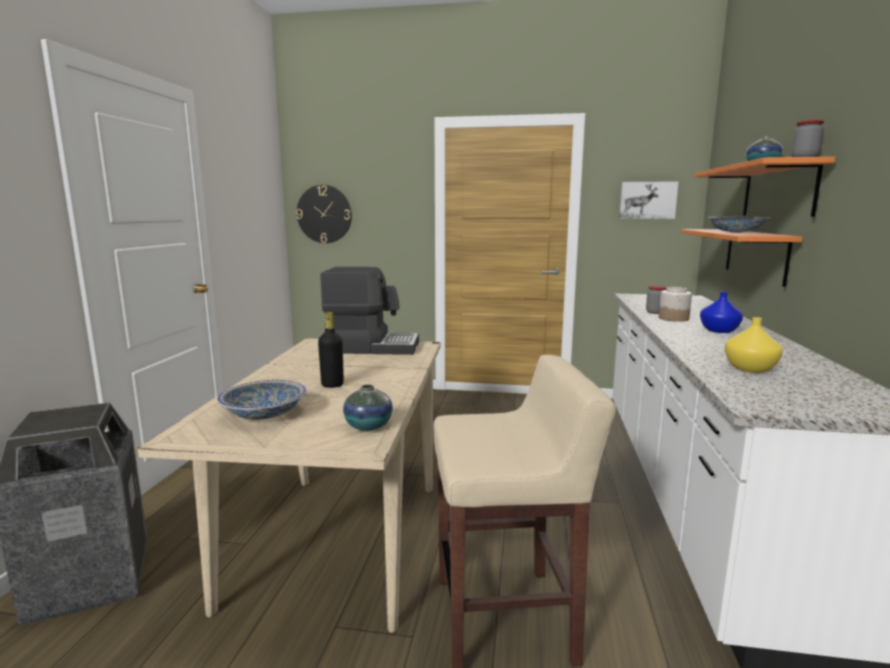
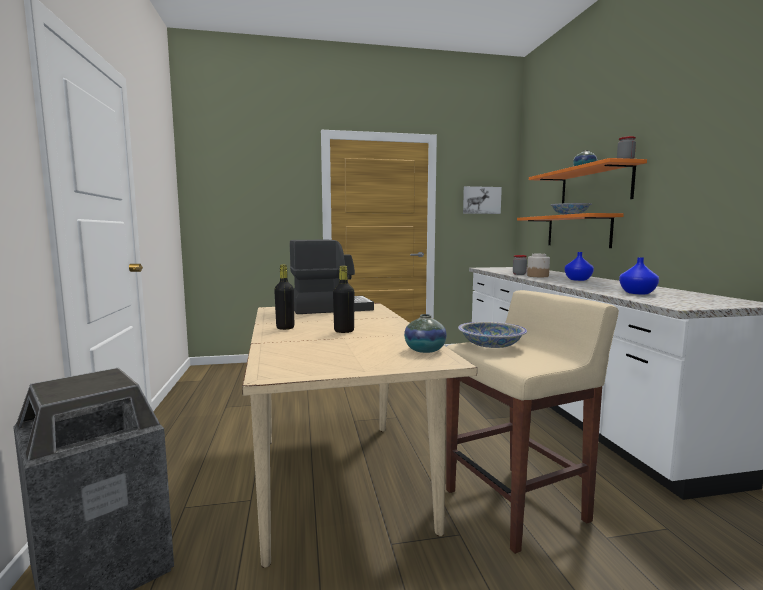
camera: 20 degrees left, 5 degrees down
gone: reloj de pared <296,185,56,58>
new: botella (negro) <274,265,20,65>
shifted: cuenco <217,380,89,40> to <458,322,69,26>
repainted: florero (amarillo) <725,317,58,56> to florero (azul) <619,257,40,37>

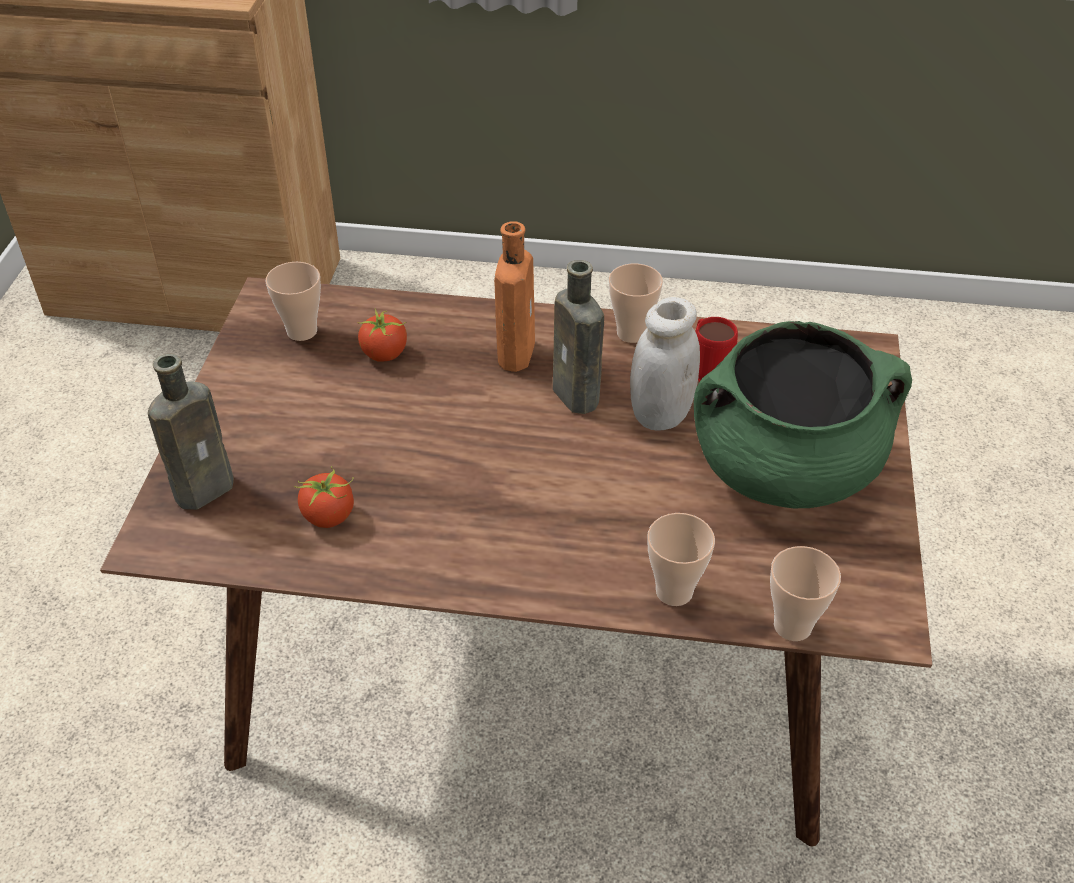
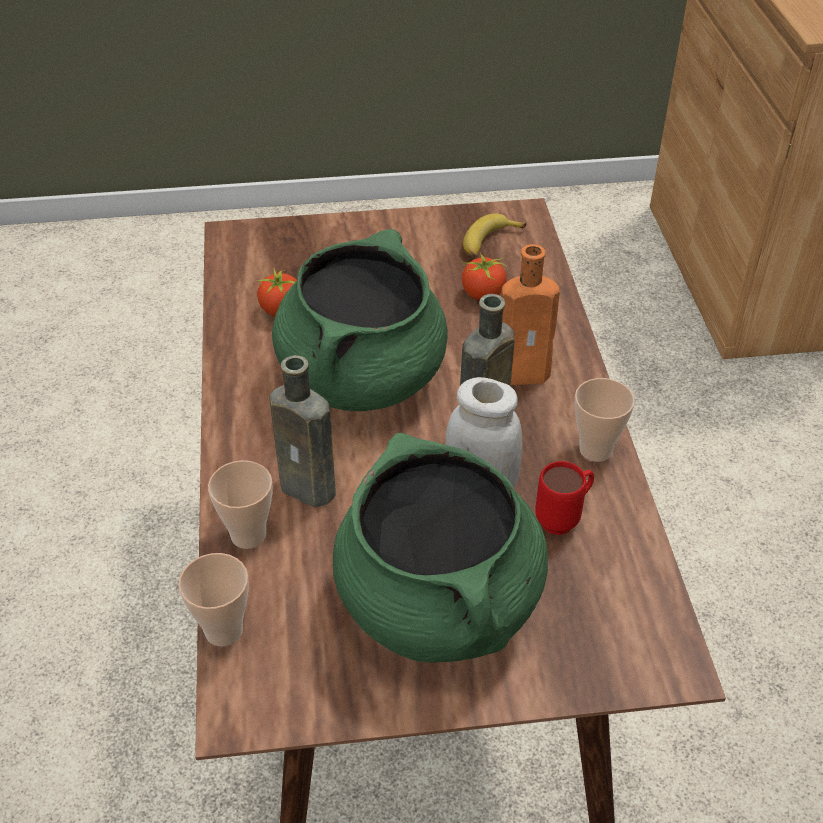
camera: 75 degrees right, 0 degrees up
new: olla (verde) <272,229,176,182>
shifted: botella (marrón) <148,353,86,157> to <269,355,67,152>
swapped: taza <266,262,55,79> to plátano <463,214,63,44>

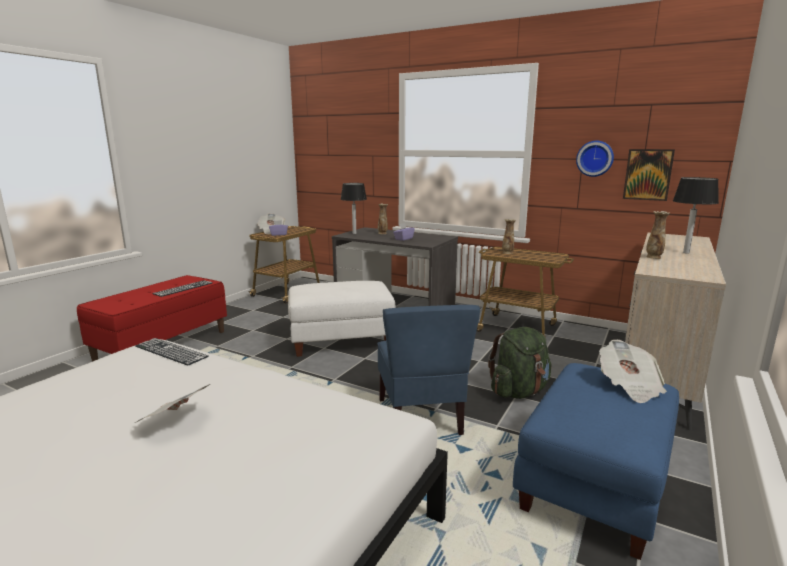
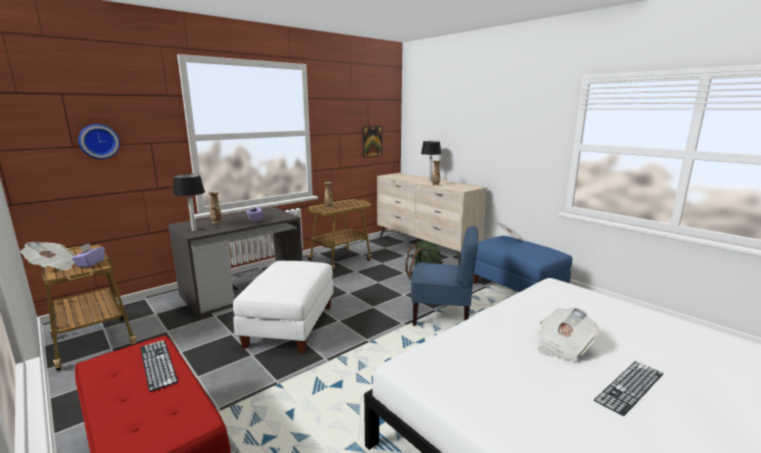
camera: 70 degrees left, 0 degrees up
shifted: teclado <135,338,74,28> to <594,361,69,55>; reloj de pared <576,141,38,36> to <78,124,42,35>

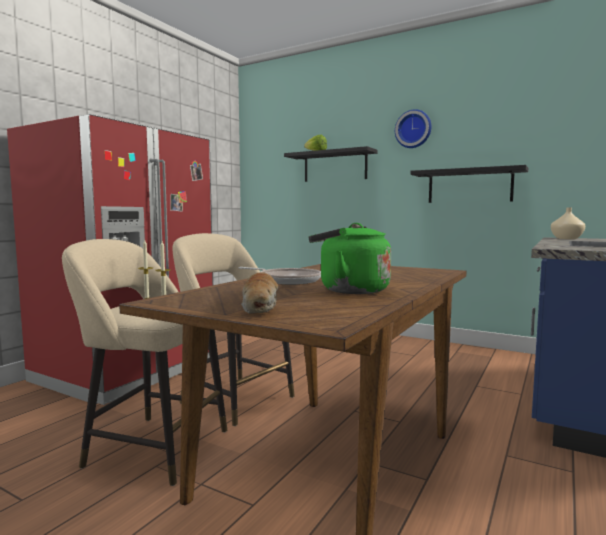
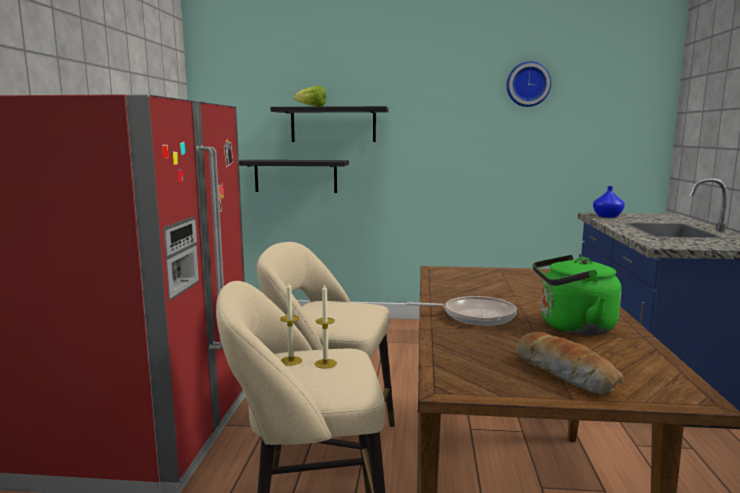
camera: 25 degrees left, 5 degrees up
shifted: reloj de pared <395,109,36,39> to <507,61,44,46>; estante (negro) <410,165,118,38> to <239,160,110,33>
repainted: florero (beis) <551,207,34,32> to florero (azul) <593,186,32,32>

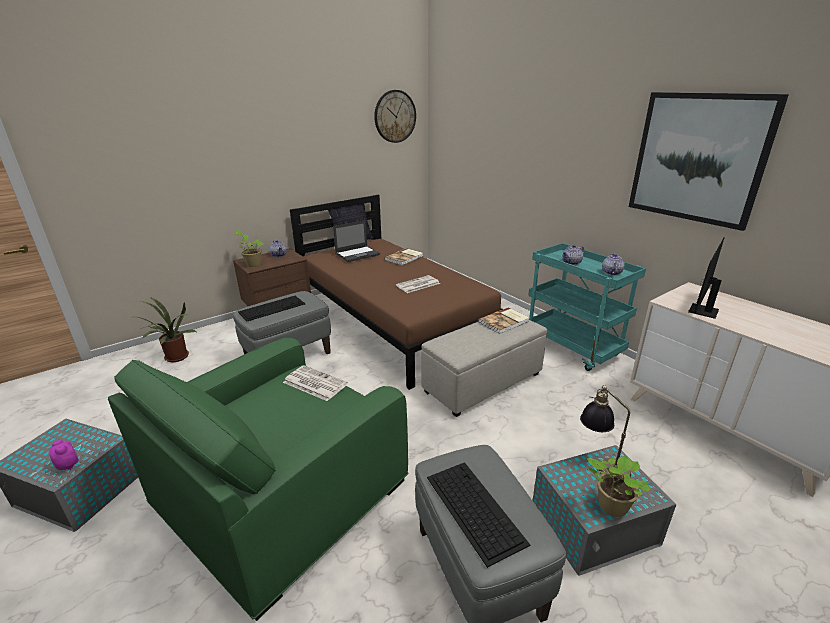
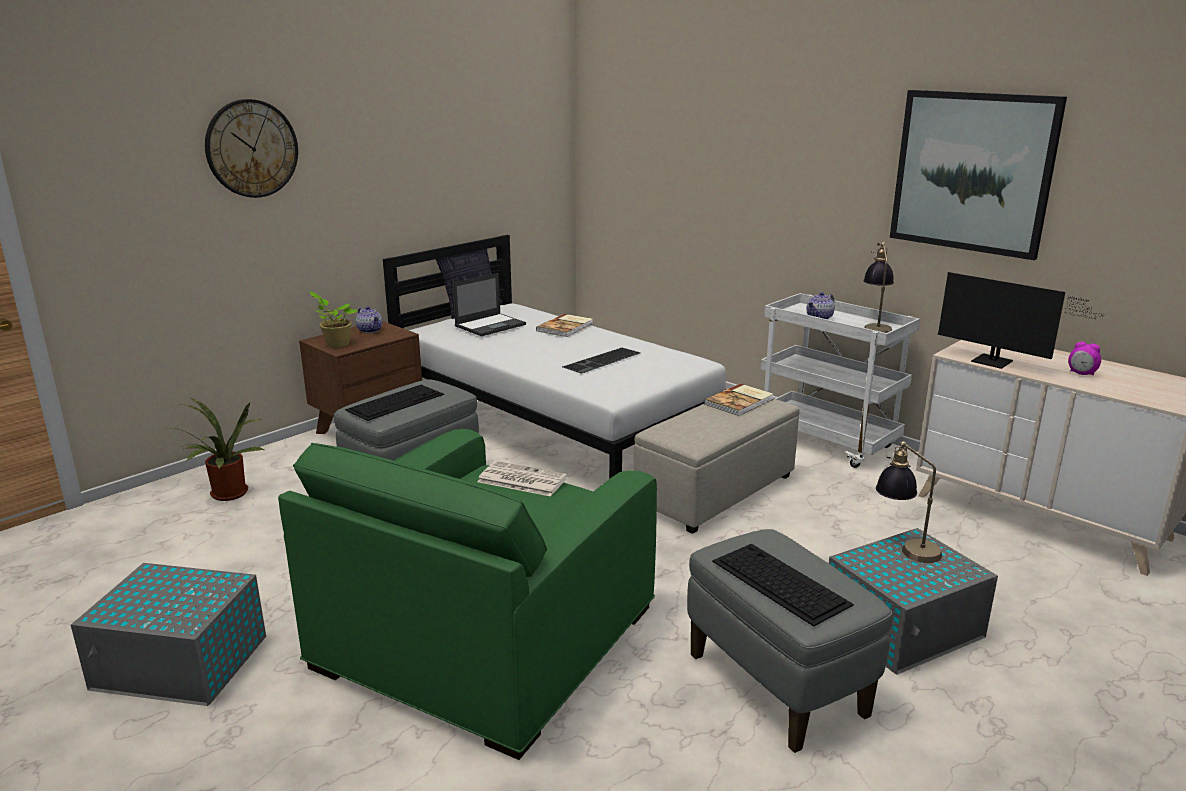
camera: 10 degrees left, 5 degrees down
gone: planta en maceta <587,455,64,62>
shifted: despertador <48,440,31,30> to <1068,342,33,34>; reloj de pared <374,90,42,53> to <205,99,93,99>
swapped: periódico <396,275,44,18> to teclado <562,348,79,26>; tetera <602,253,23,22> to lámpara de mesa <863,242,31,91>
repainted: cama (marrón) <290,195,213,195> to cama (blanco) <383,235,344,244>; carrito (turquesa) <528,243,118,128> to carrito (blanco) <760,293,160,175>
rotated: monitor <688,237,37,82> = <938,272,167,97> 75 degrees counterclockwise

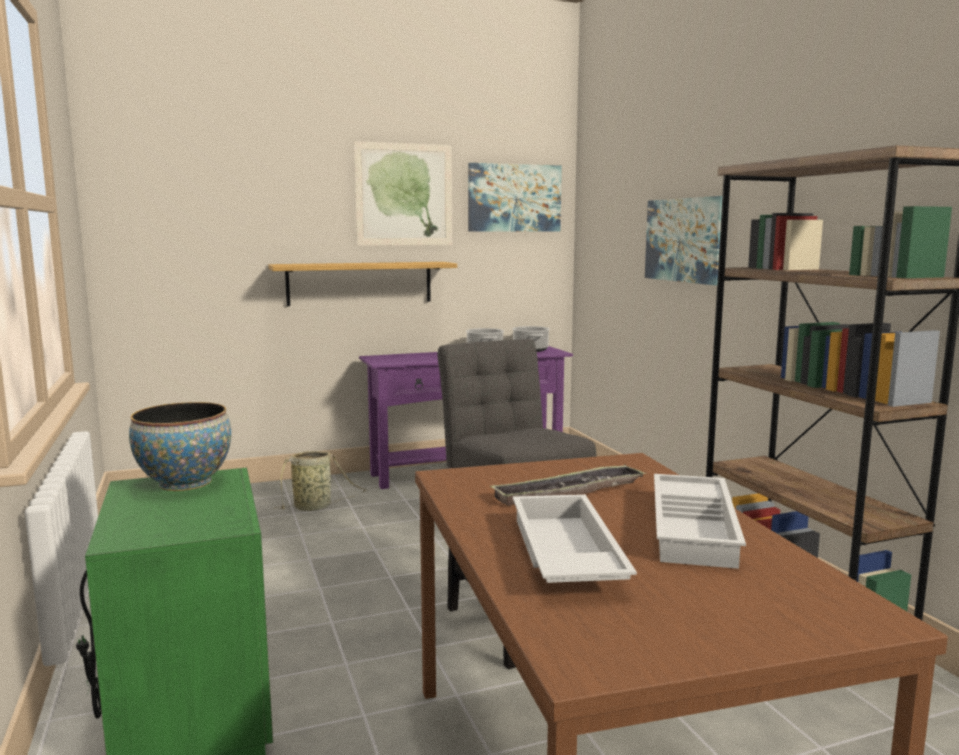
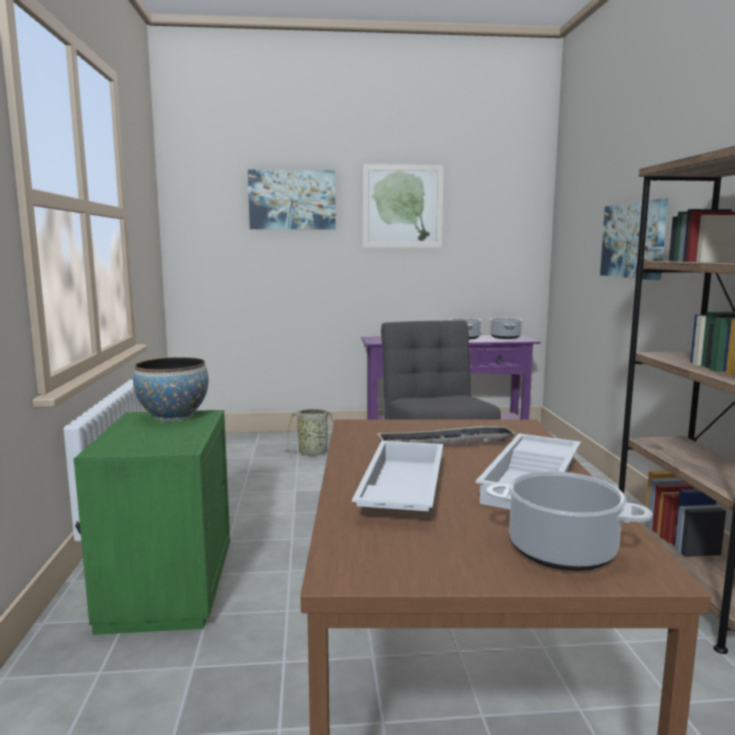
camera: 15 degrees right, 0 degrees up
gone: estante <268,262,189,44>
new: olla <486,471,167,100>
shifted: cuadro <468,163,94,69> to <248,170,88,59>

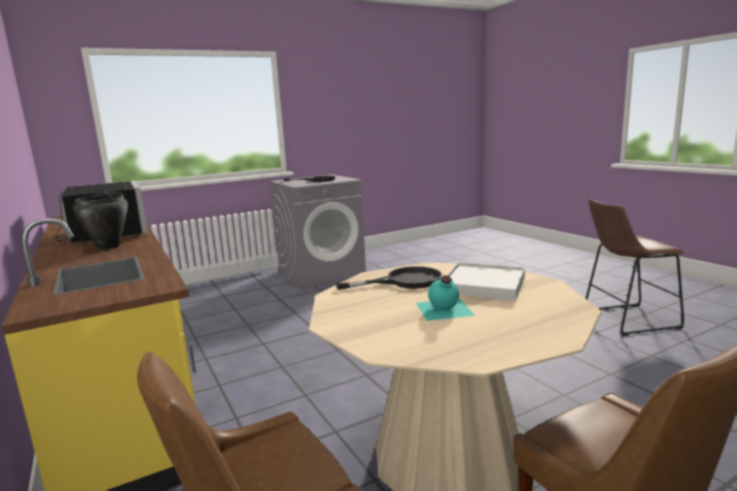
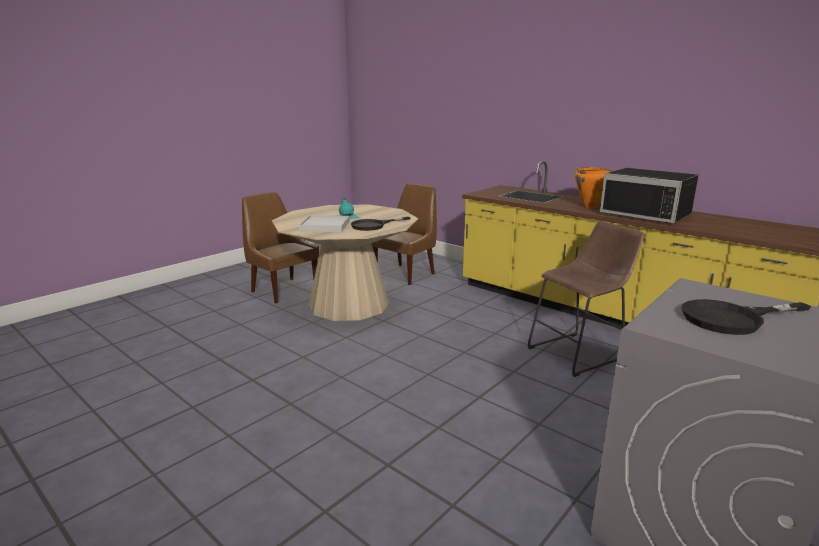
camera: 160 degrees right, 5 degrees up
shifted: taburete (marrón) <585,198,99,138> to <528,221,116,156>
repainted: olla (negro) <73,192,55,58> to olla (naranja) <575,167,37,41>

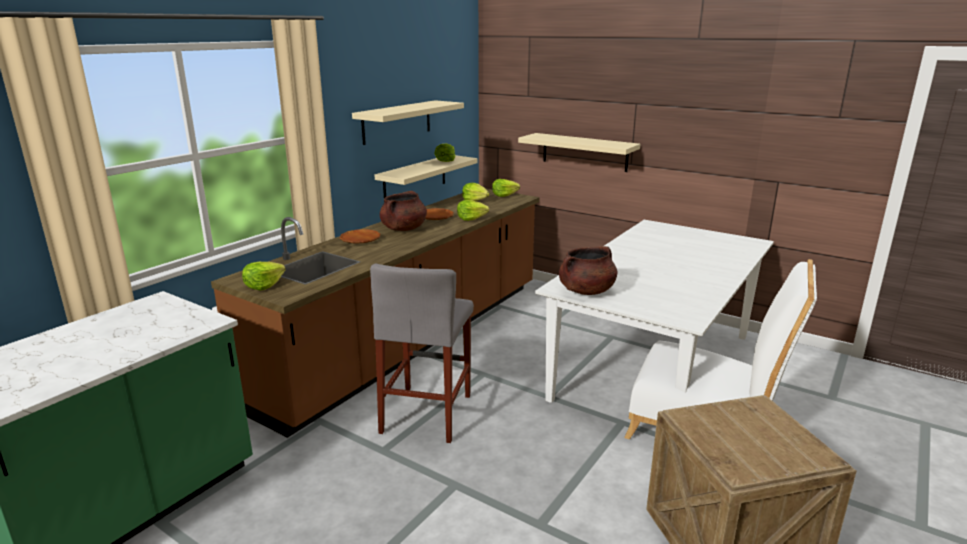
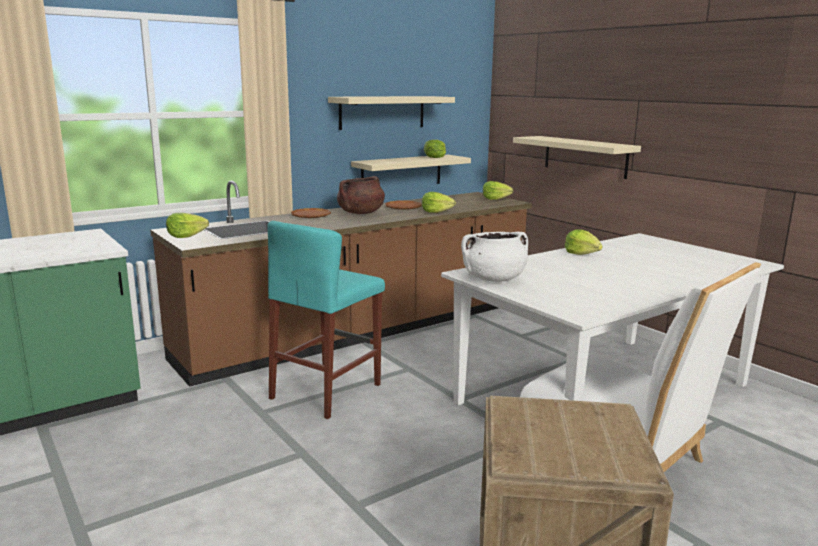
camera: 20 degrees right, 5 degrees down
shifted: lechuga <462,183,27,18> to <565,230,38,25>
repainted: taburete (gris) <370,264,104,179> to taburete (turquesa) <267,221,118,198>; olla (marrón) <559,246,58,49> to olla (blanco) <461,232,67,50>

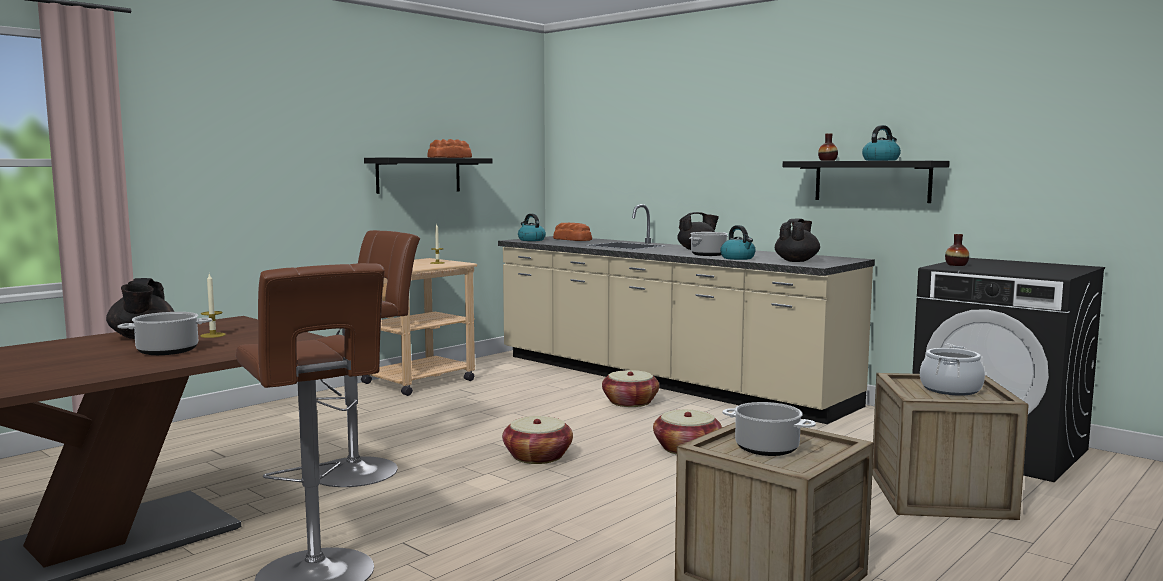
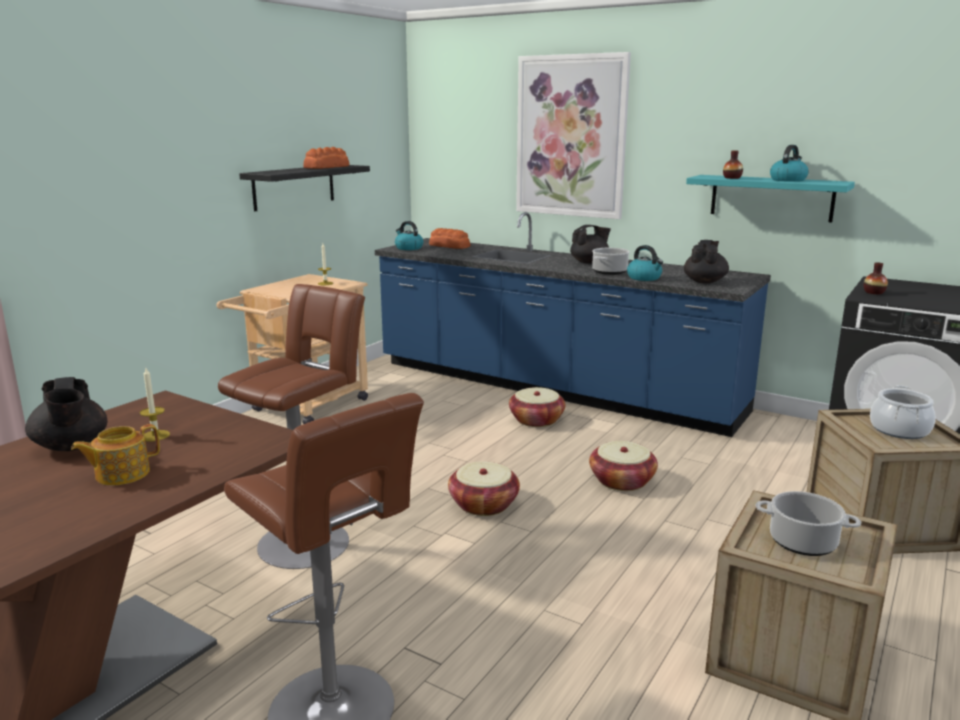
camera: 10 degrees left, 10 degrees up
new: cuadro <516,52,115,167>
swapped: olla <118,312,94,43> to tetera <71,424,89,62>
repainted: mueble bajo de cocina (beis) <498,204,377,220> to mueble bajo de cocina (azul) <375,212,396,225>; estante (negro) <783,161,167,42> to estante (turquesa) <686,175,169,48>

